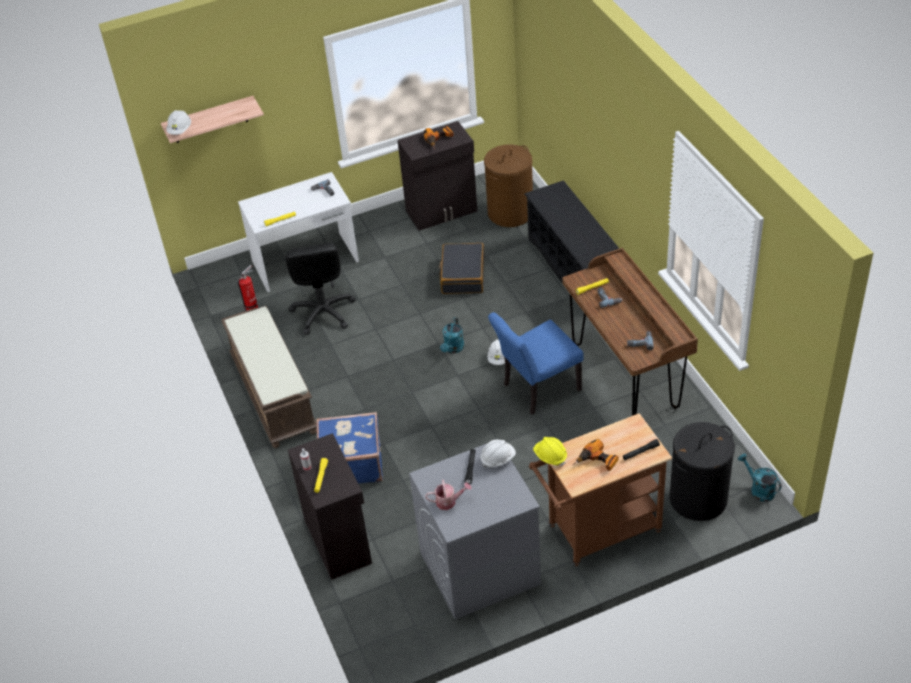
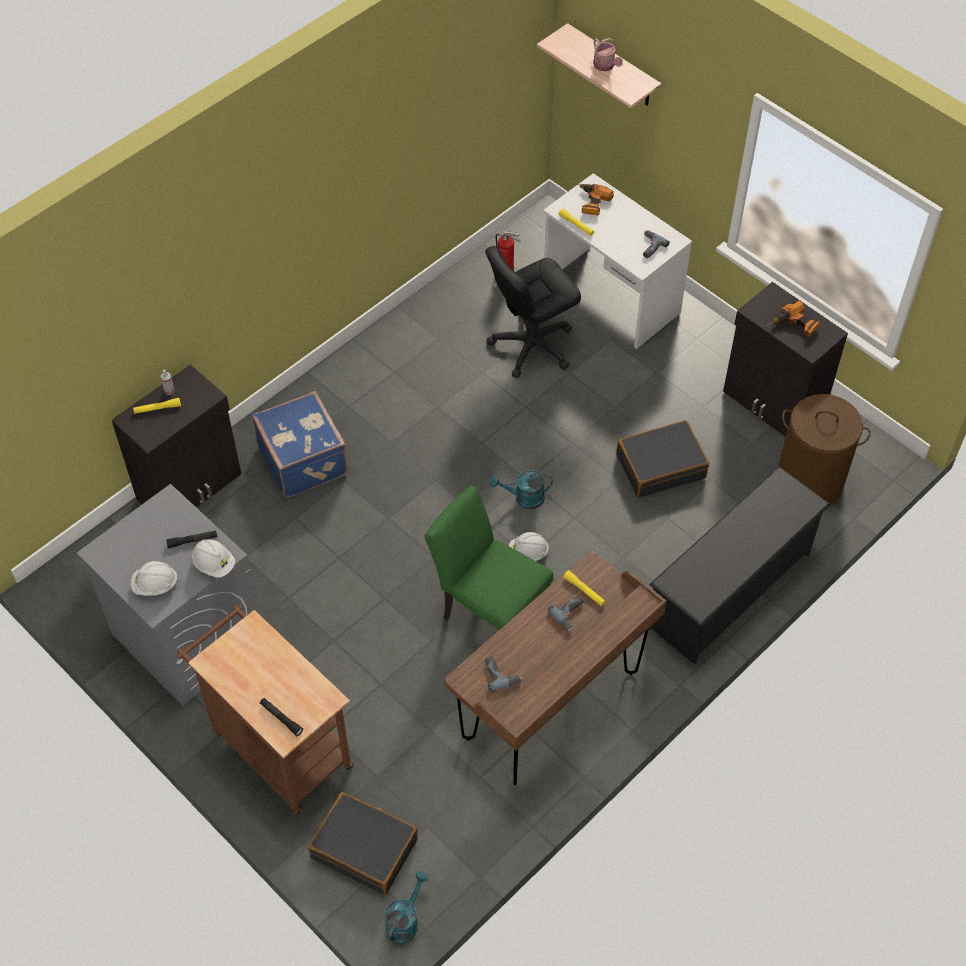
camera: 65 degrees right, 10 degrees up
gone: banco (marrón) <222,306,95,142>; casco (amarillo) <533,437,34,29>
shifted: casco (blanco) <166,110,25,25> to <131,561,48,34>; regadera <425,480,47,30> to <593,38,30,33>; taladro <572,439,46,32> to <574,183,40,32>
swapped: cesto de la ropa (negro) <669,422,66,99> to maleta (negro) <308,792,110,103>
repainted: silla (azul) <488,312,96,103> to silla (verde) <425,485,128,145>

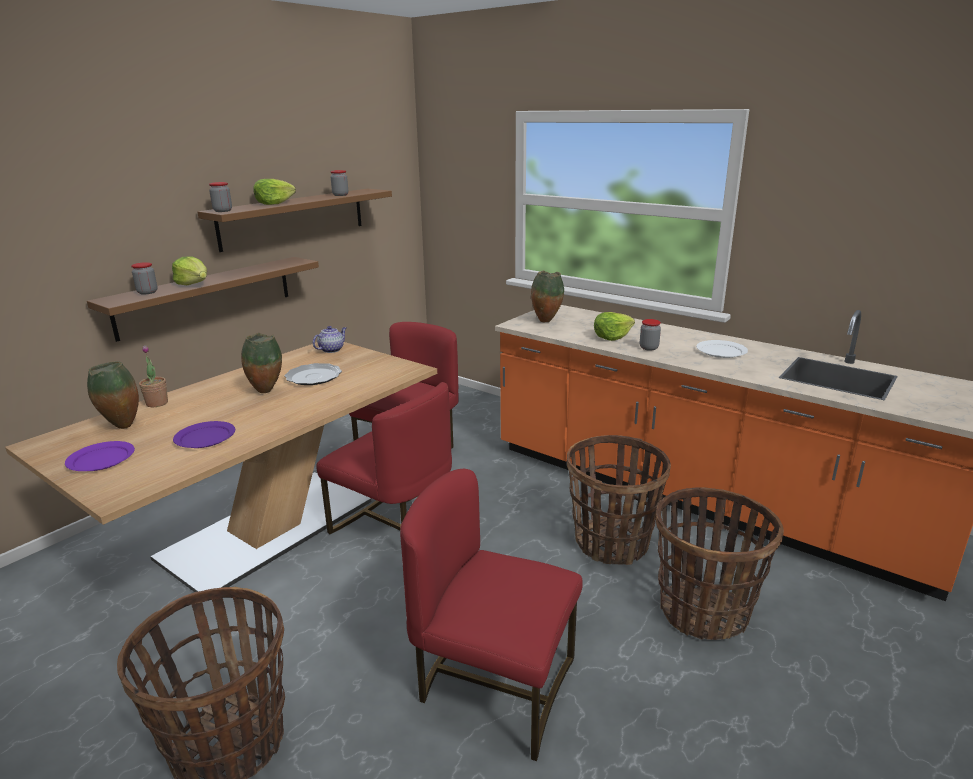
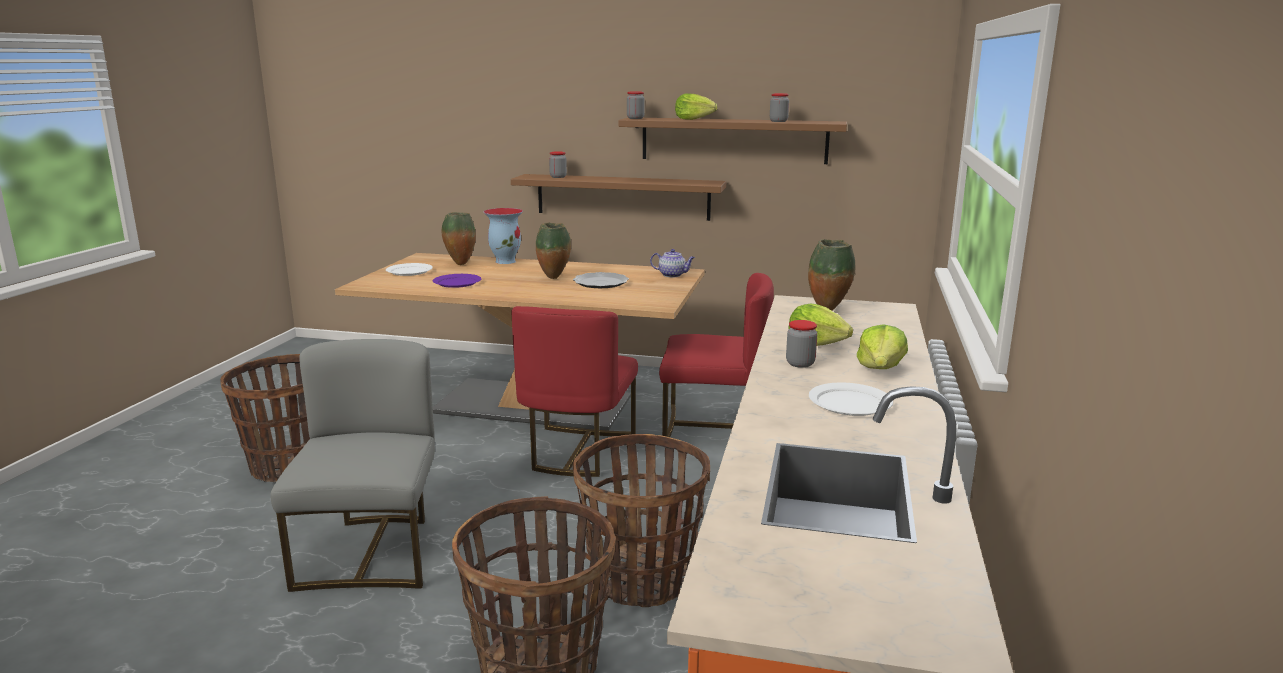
camera: 65 degrees right, 5 degrees down
shifted: lechuga <172,256,35,29> to <857,324,51,45>
swapped: planta en maceta <139,346,29,61> to florero <484,208,39,56>
repainted: plato (morado) <65,441,70,30> to plato (blanco) <386,263,47,13>; silla (rojo) <400,469,183,292> to silla (gris) <270,339,165,253>

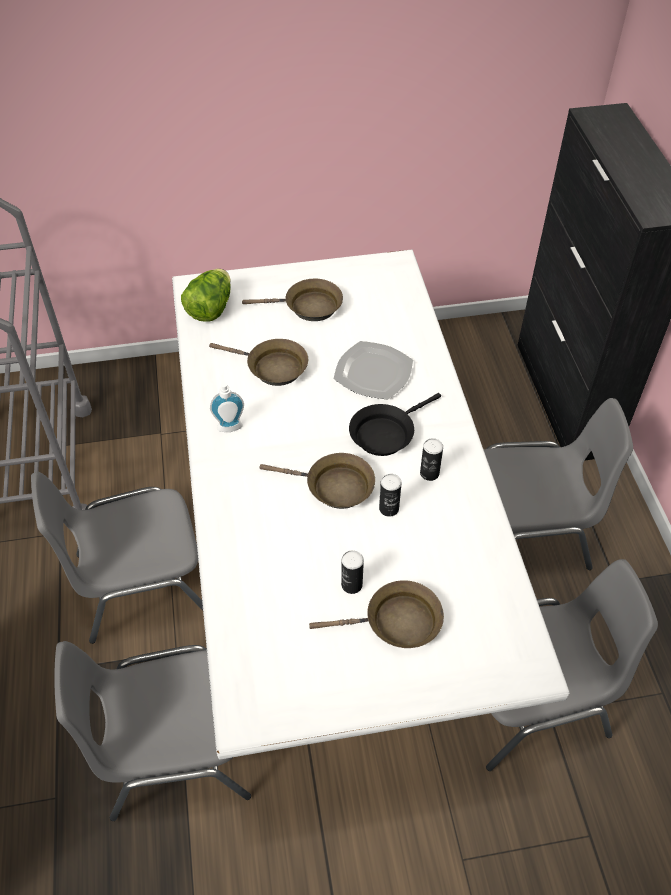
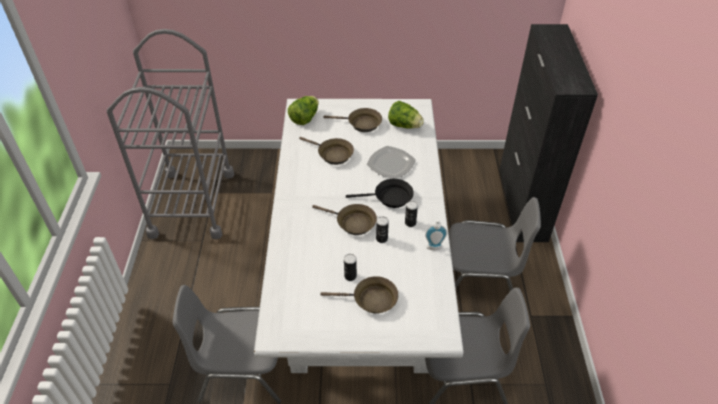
camera: 10 degrees right, 5 degrees down
gone: silla (gris) <31,471,172,173>
new: lechuga <388,101,36,27>
shifted: dispensador de jabón <210,375,34,57> to <425,214,22,37>
rotated: sartén (negro) <349,393,92,63> = <346,179,68,29> 150 degrees counterclockwise

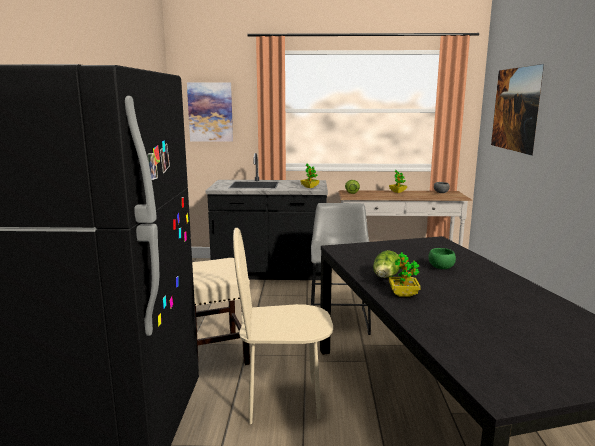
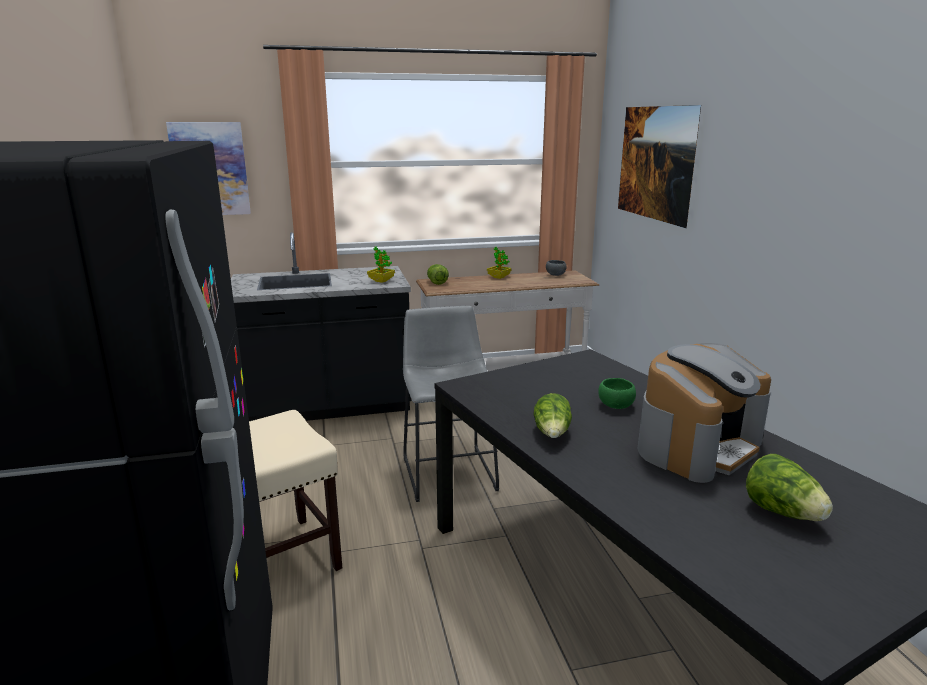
camera: 15 degrees left, 5 degrees up
gone: silla (beis) <233,228,100,196>; planta en maceta <389,252,32,45>
new: cafetera <637,343,134,140>; lechuga <746,454,87,67>

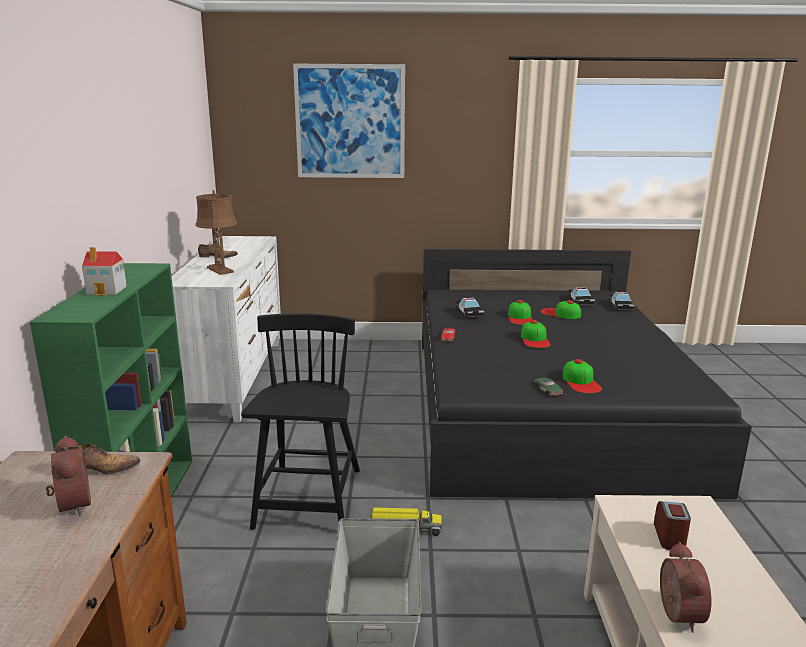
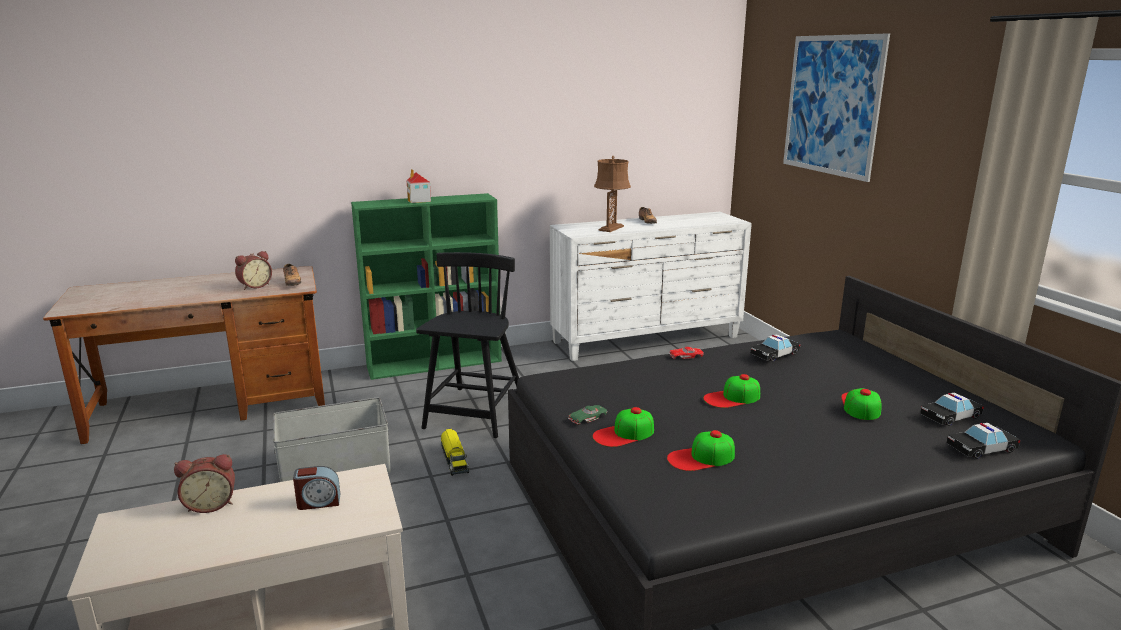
camera: 70 degrees right, 0 degrees up
shifted: gorra <508,300,25,25> to <667,430,68,41>
rotated: silla (negro) <241,313,119,217> = <416,252,103,186> 60 degrees counterclockwise

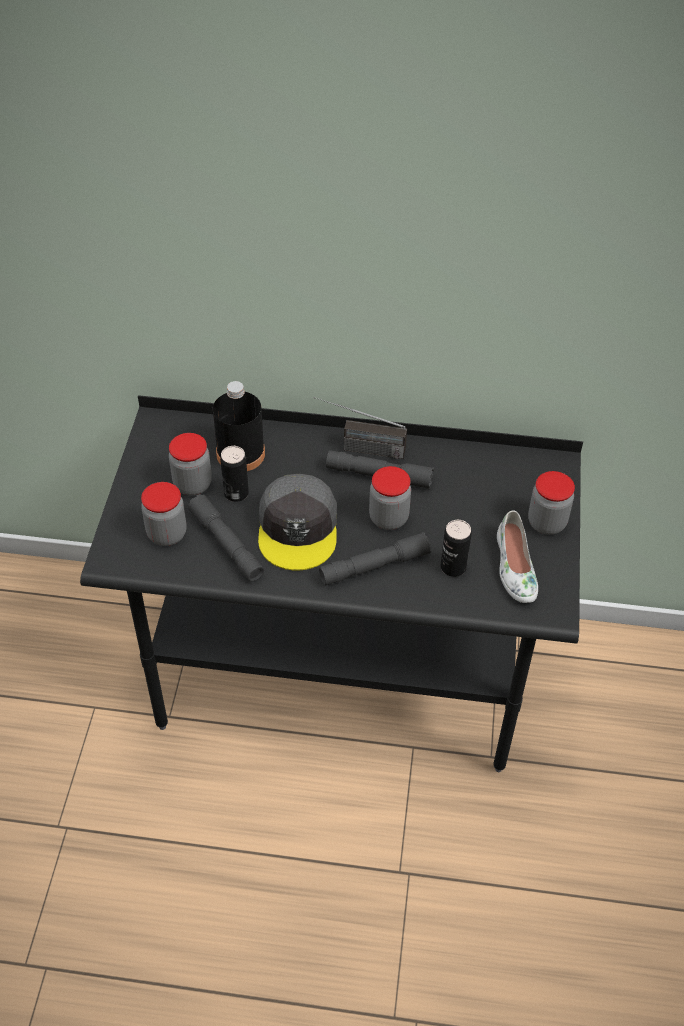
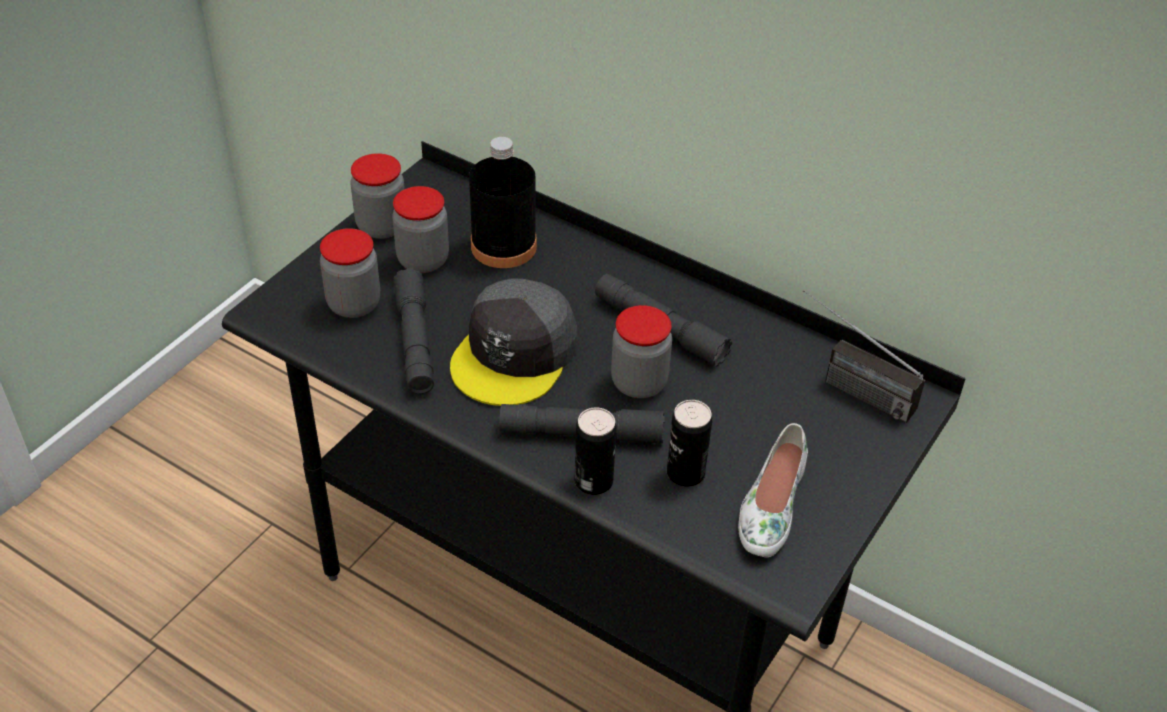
camera: 25 degrees right, 5 degrees down
shifted: lata <220,446,29,56> to <575,407,41,88>; radio <314,397,93,62> to <803,290,122,133>; tarro <528,471,47,64> to <350,153,55,86>

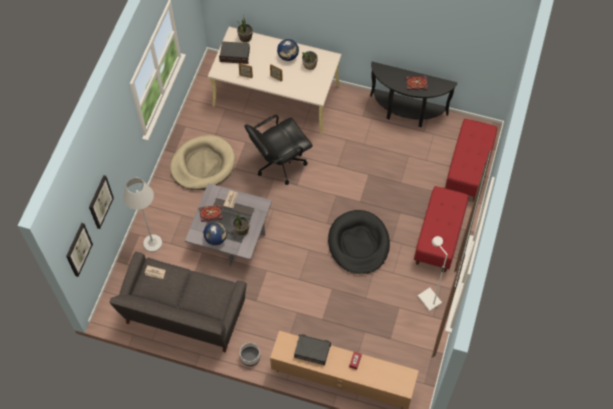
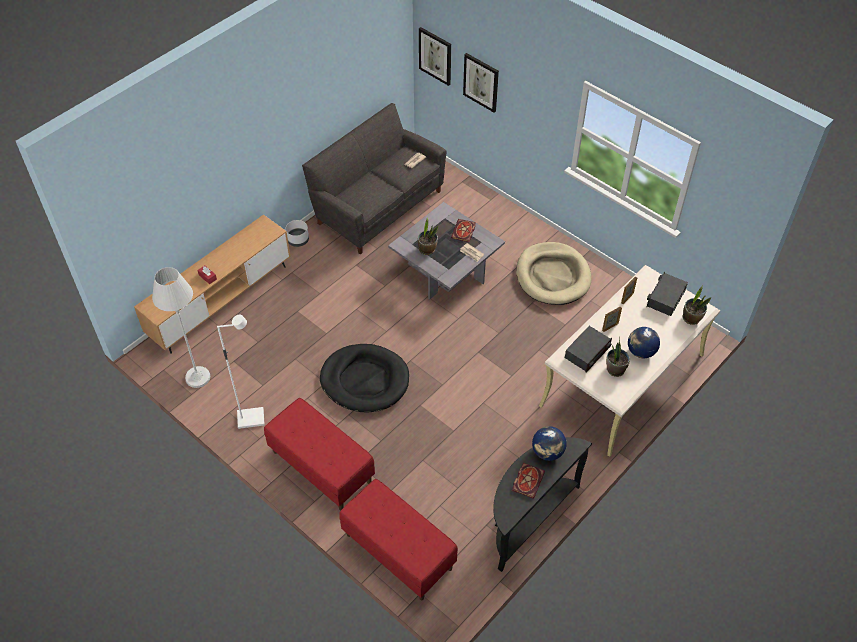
camera: 115 degrees right, 10 degrees down
gone: silla de oficina (negro) <245,114,68,71>
shifted: lámpara de pie (blanco) <123,177,39,75> to <152,267,58,121>; globo terráqueo <204,222,23,23> to <532,426,35,35>; radio <294,334,37,31> to <565,326,47,47>

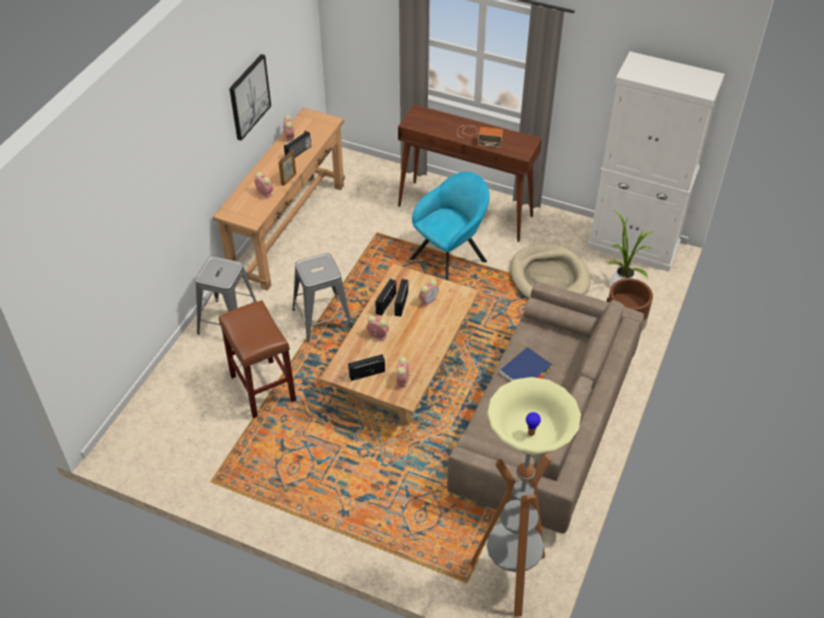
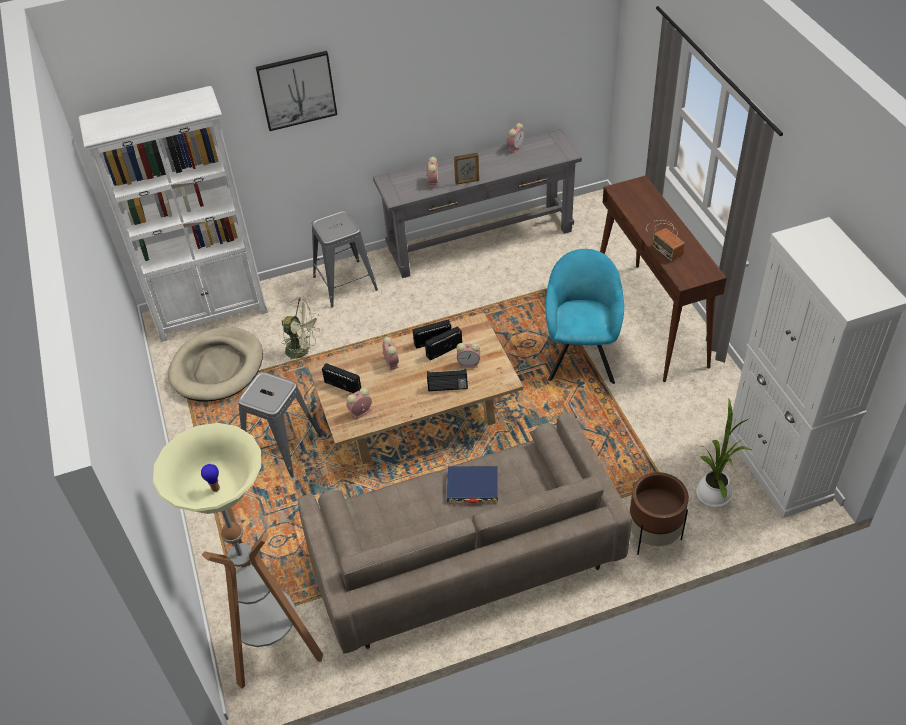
camera: 50 degrees right, 0 degrees up
new: estantería (blanco) <79,86,189,256>
shifted: cuadro <229,54,42,87> to <256,51,81,80>; radio <284,131,27,26> to <427,369,41,22>; taburete (gris) <292,253,61,90> to <238,372,83,106>; cama para perro (beis) <510,243,81,56> to <168,327,95,74>
swapped: taburete (marrón) <219,300,77,119> to ventilador (verde) <281,298,39,62>
repainted: mesa consola (marrón) <213,108,132,183> to mesa consola (gris) <373,129,209,149>
rotated: sillón (turquesa) <409,172,81,108> = <545,249,79,135> 90 degrees counterclockwise

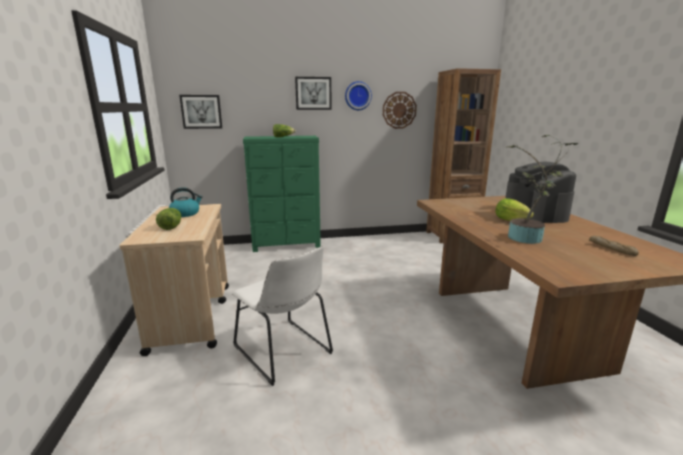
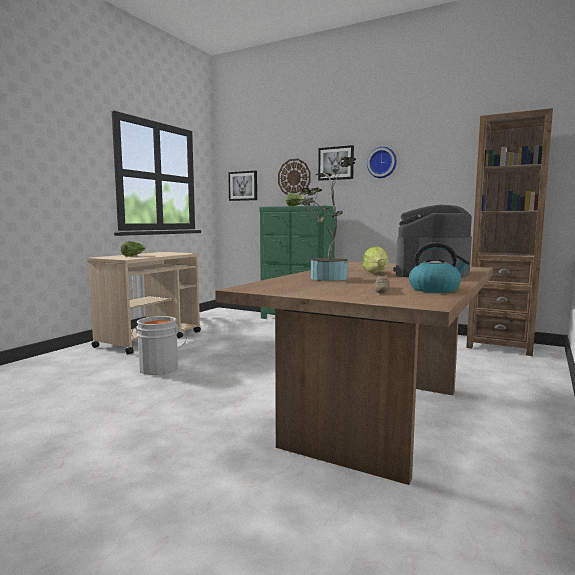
camera: 40 degrees right, 10 degrees down
shifted: hervidor <169,187,34,30> to <409,242,61,51>; reloj de pared <383,92,34,37> to <278,159,33,36>
swapped: silla (blanco) <232,246,101,140> to cubo (gris) <131,316,56,59>

